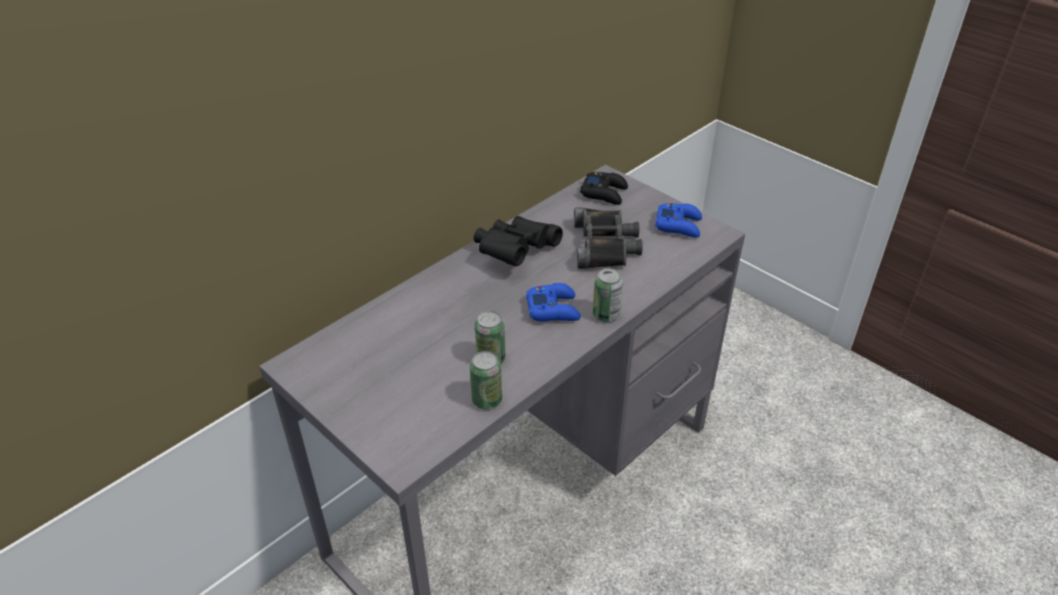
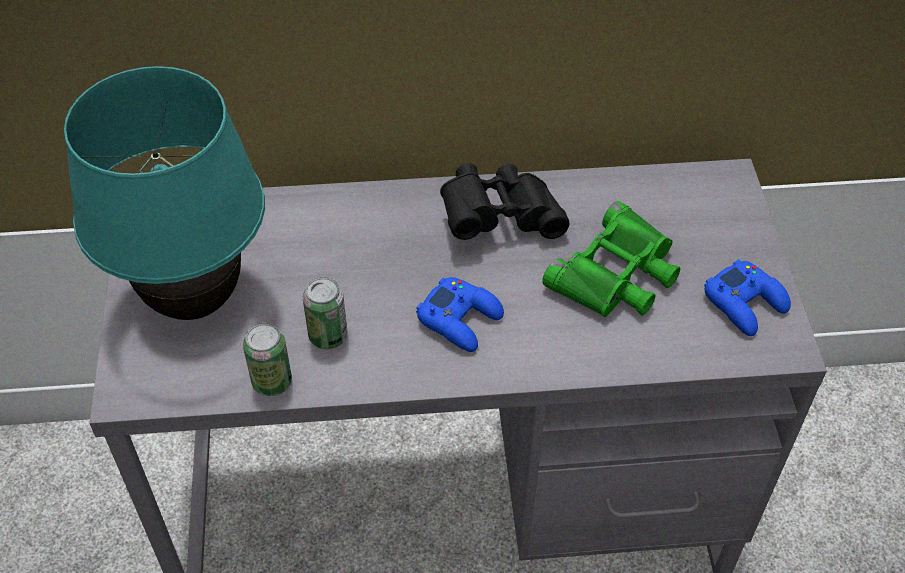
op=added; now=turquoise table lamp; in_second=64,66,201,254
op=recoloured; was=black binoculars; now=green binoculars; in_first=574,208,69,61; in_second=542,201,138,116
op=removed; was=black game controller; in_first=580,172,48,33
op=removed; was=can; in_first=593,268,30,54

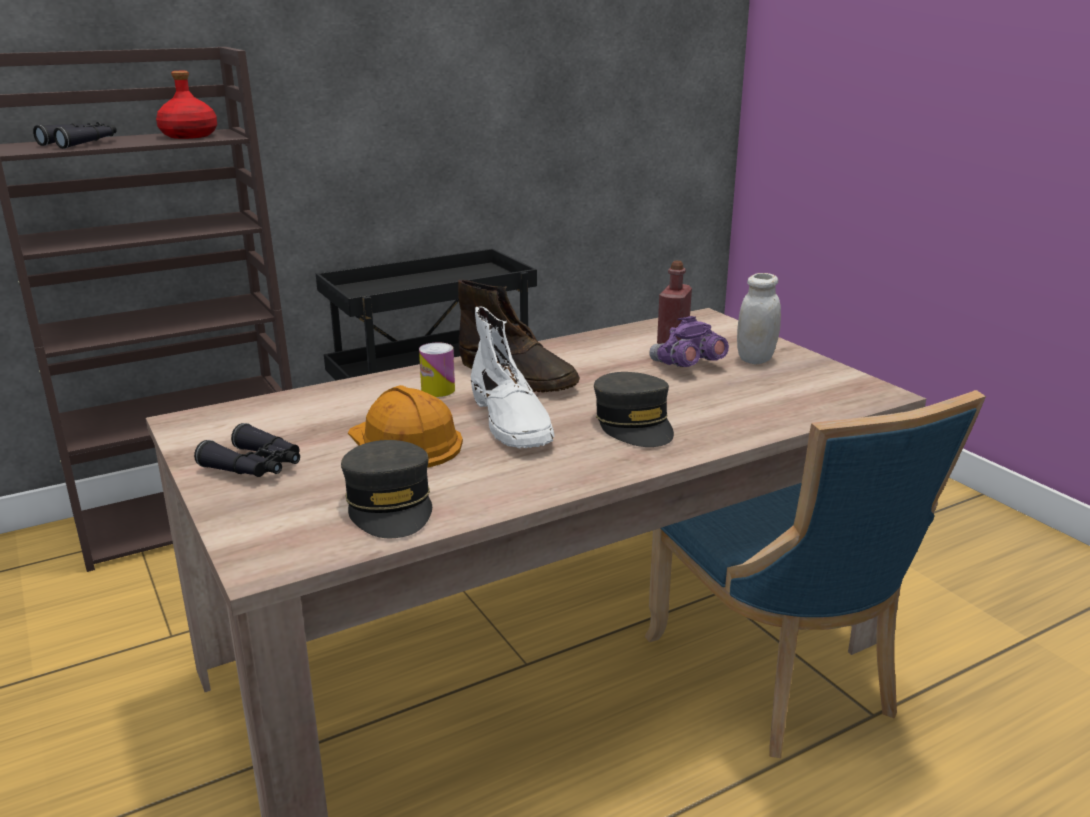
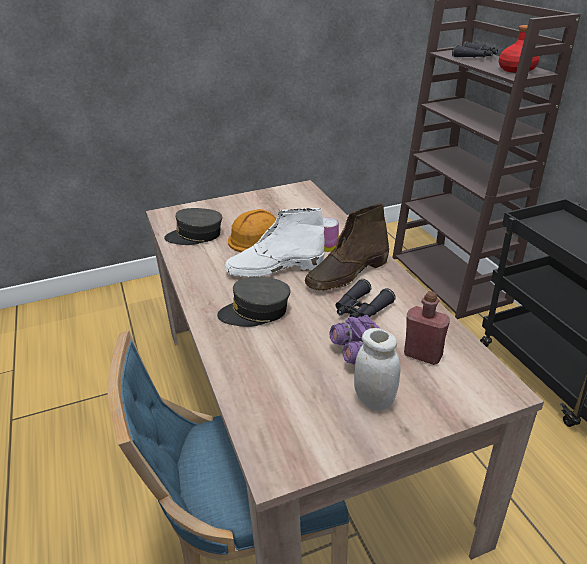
op=moved; was=black binoculars; in_first=194,423,106,54; in_second=335,279,61,39

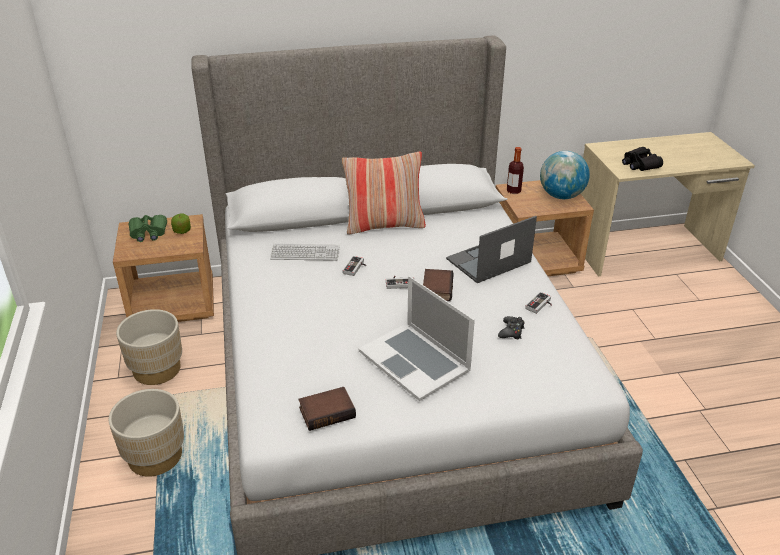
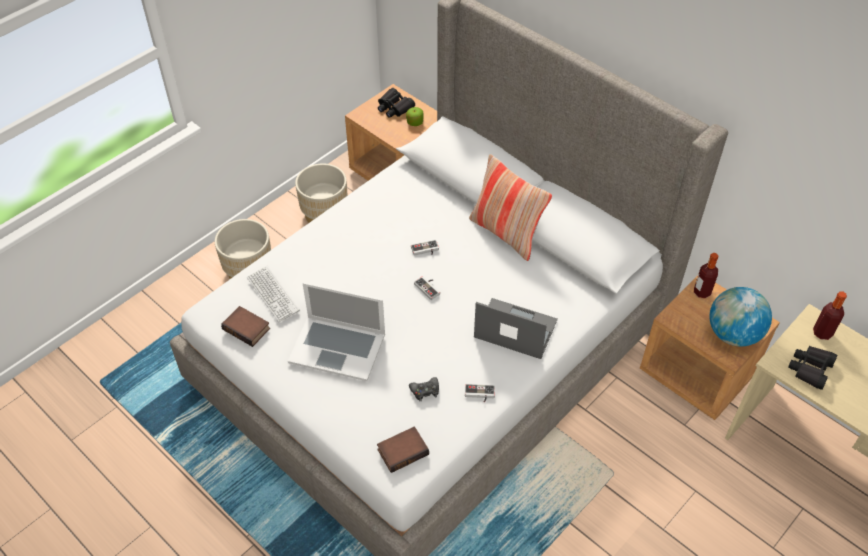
op=moved; was=keyboard; in_first=270,244,70,17; in_second=247,266,53,56
op=turned; was=laptop; in_first=359,276,116,125; in_second=288,283,97,98; clockwise=-90
op=moved; was=book; in_first=423,269,31,32; in_second=377,426,52,47
op=recoloured; was=green binoculars; now=black binoculars; in_first=128,215,39,27; in_second=378,88,37,30
op=added; now=bottle; in_second=813,291,34,49

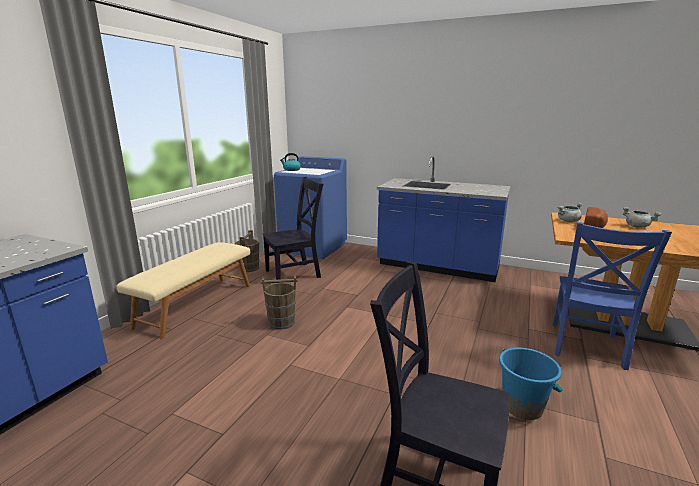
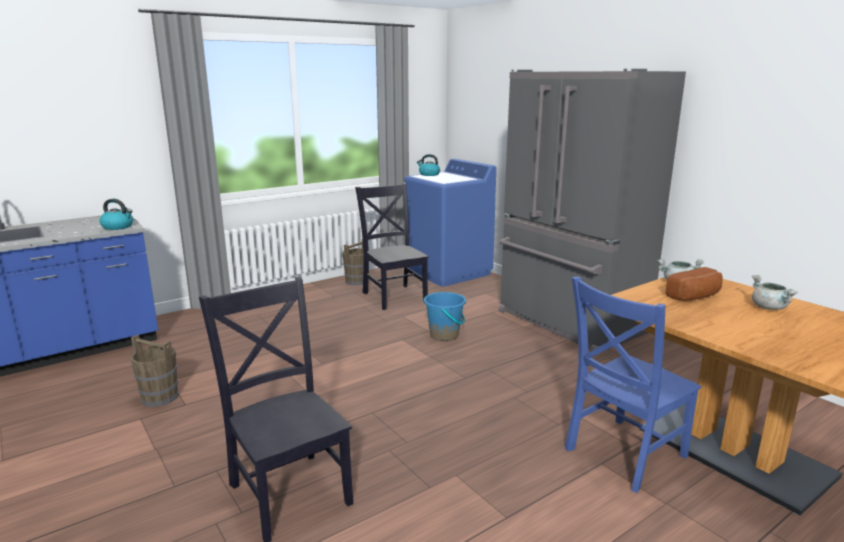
op=added; now=kettle; in_second=100,199,33,31
op=moved; was=brown bucket; in_first=261,276,36,54; in_second=130,334,49,73
op=turned; was=black chair; in_first=263,177,60,103; in_second=355,183,74,127; clockwise=-120
op=moved; was=blue bucket; in_first=499,348,63,72; in_second=424,292,42,49
op=replaced; was=blue counter; now=grey fridge; in_first=377,156,134,126; in_second=498,69,188,283
op=removed; was=beige bench; in_first=117,242,133,97

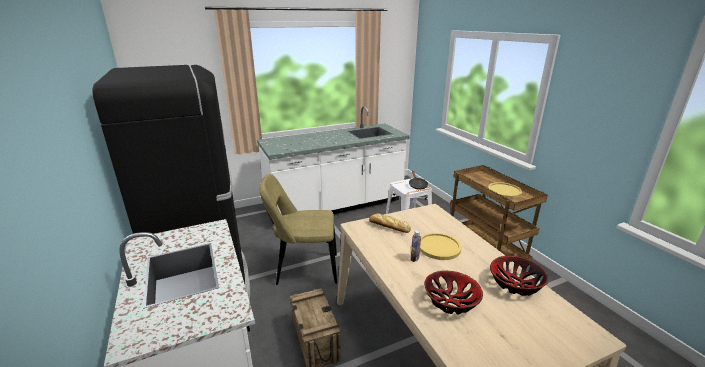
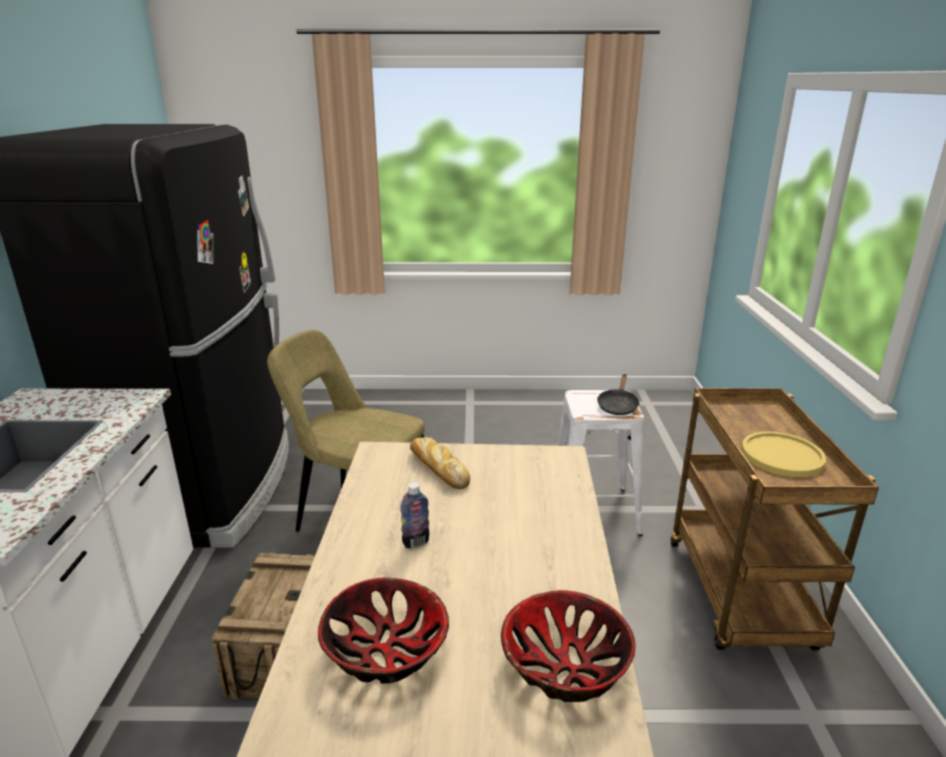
op=removed; was=white counter; in_first=257,106,153,119
op=removed; was=yellow plate; in_first=420,233,41,27

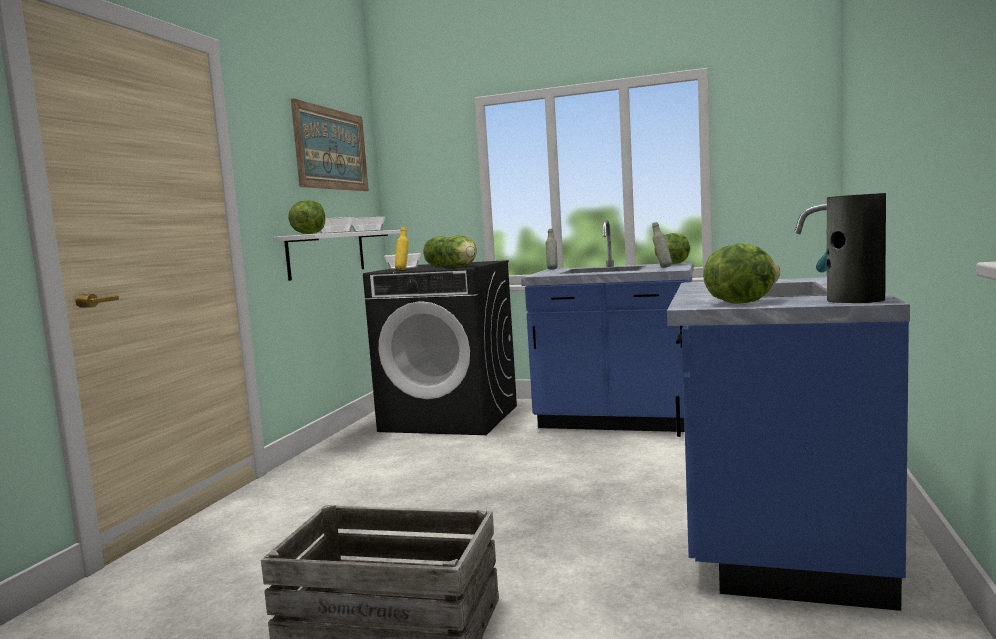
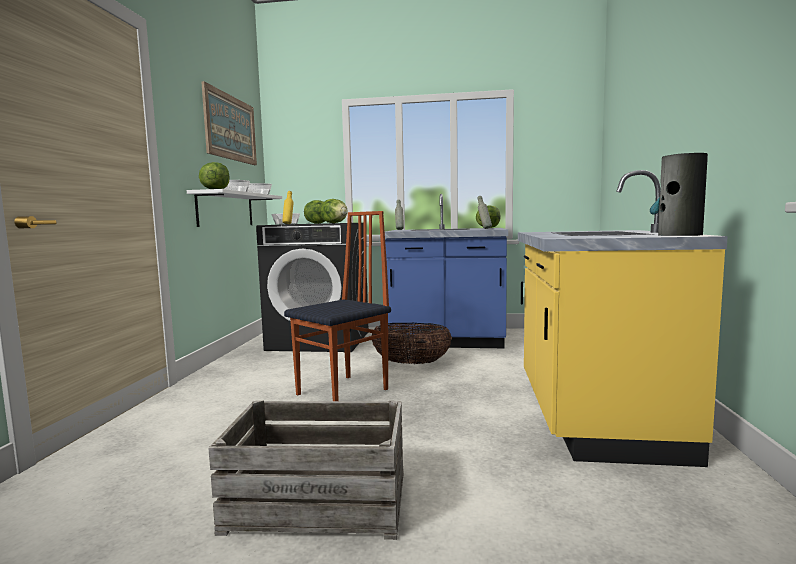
op=added; now=chair; in_second=284,211,107,190
op=added; now=basket; in_second=371,323,81,41
op=recoloured; was=blue counter; now=yellow counter; in_first=667,204,243,407; in_second=518,170,210,297
op=removed; was=lettuce; in_first=703,244,78,60

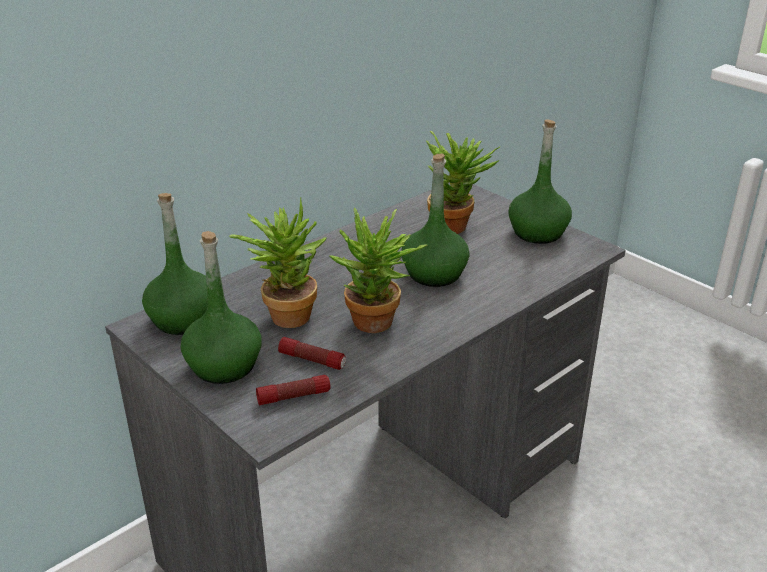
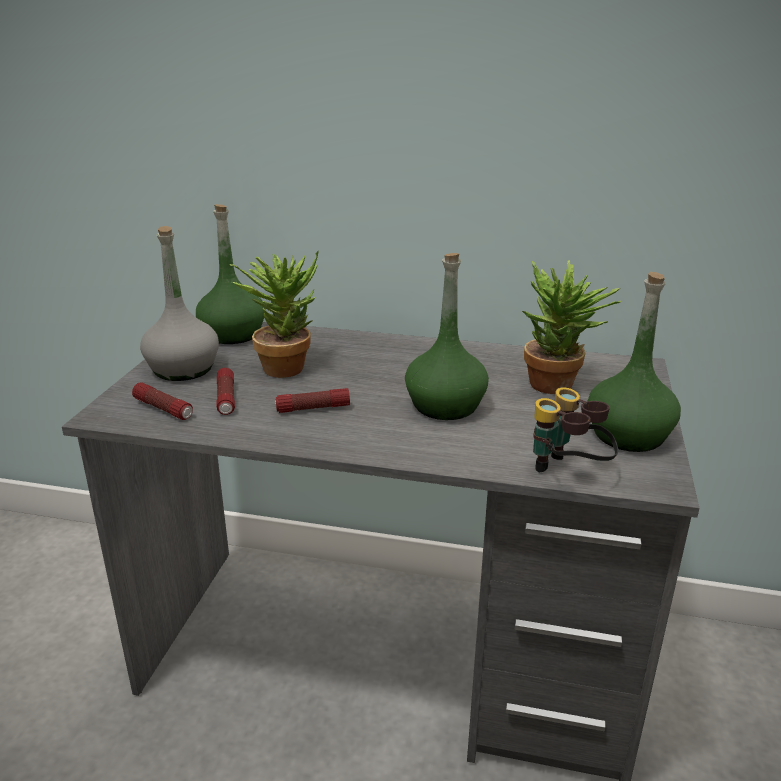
op=recoloured; was=green bottle; now=grey bottle; in_first=181,231,81,153; in_second=140,226,79,155
op=replaced; was=potted plant; now=flashlight; in_first=329,208,99,125; in_second=275,388,75,25
op=added; now=binoculars; in_second=533,387,85,85

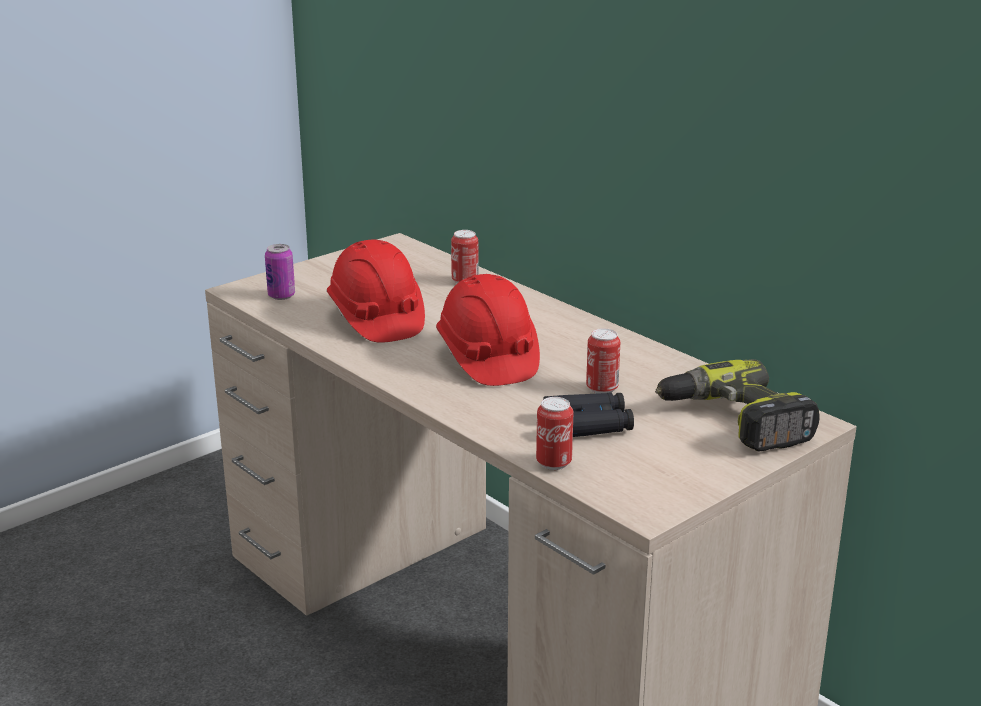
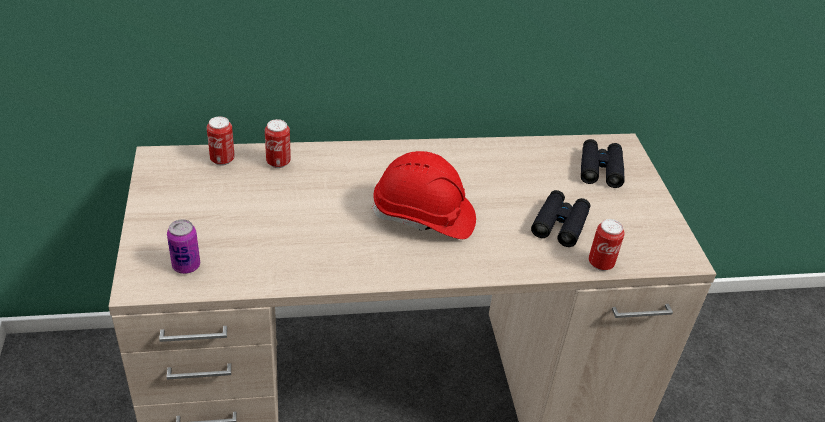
op=moved; was=can; in_first=586,328,34,66; in_second=207,116,28,50
op=replaced; was=power drill; now=black binoculars; in_first=655,359,165,93; in_second=581,139,44,49
op=removed; was=red hard hat; in_first=327,239,98,104

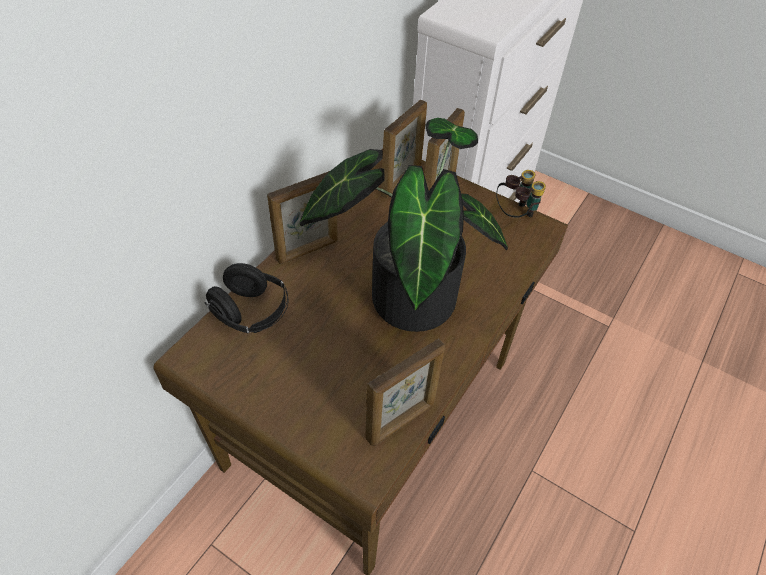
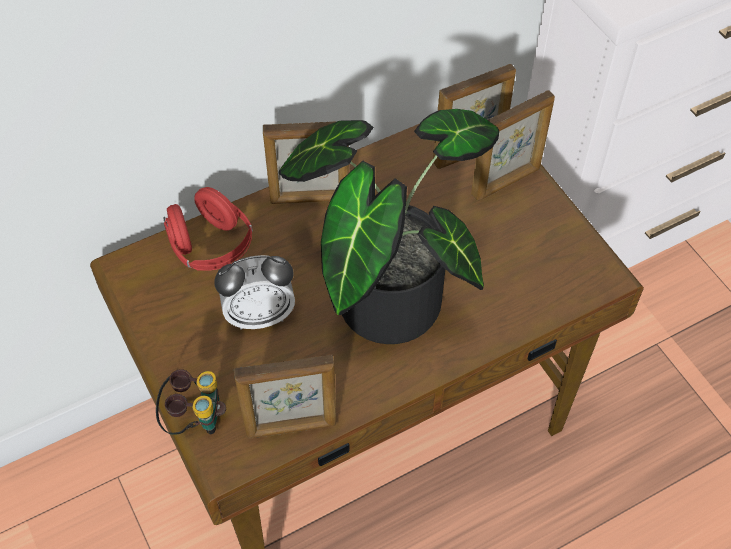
op=moved; was=binoculars; in_first=496,170,50,48; in_second=156,369,70,66
op=recoloured; was=black headphones; now=red headphones; in_first=204,263,84,70; in_second=163,187,90,84
op=added; now=alarm clock; in_second=215,255,80,75

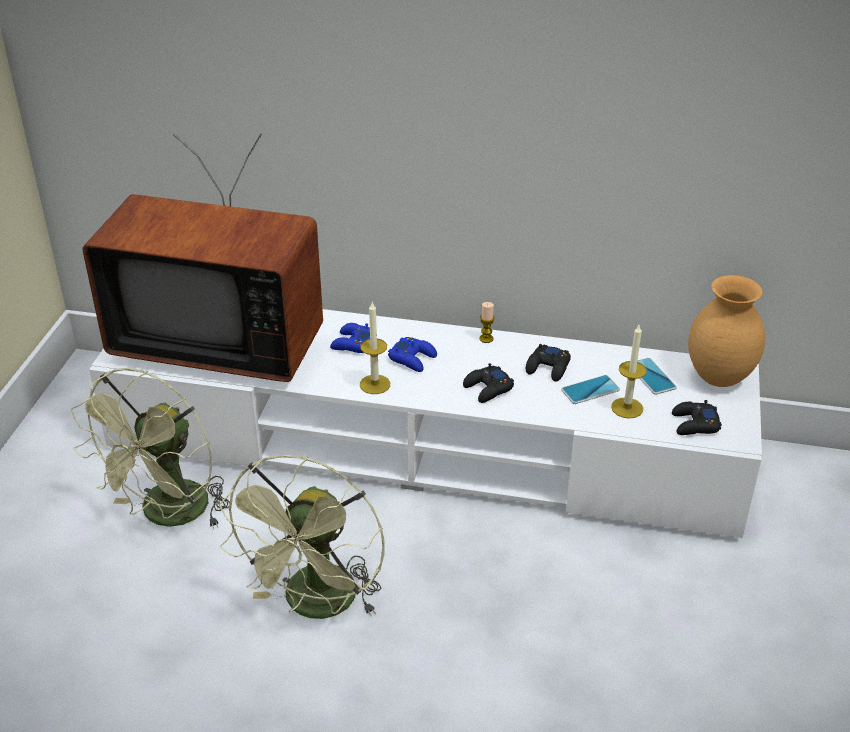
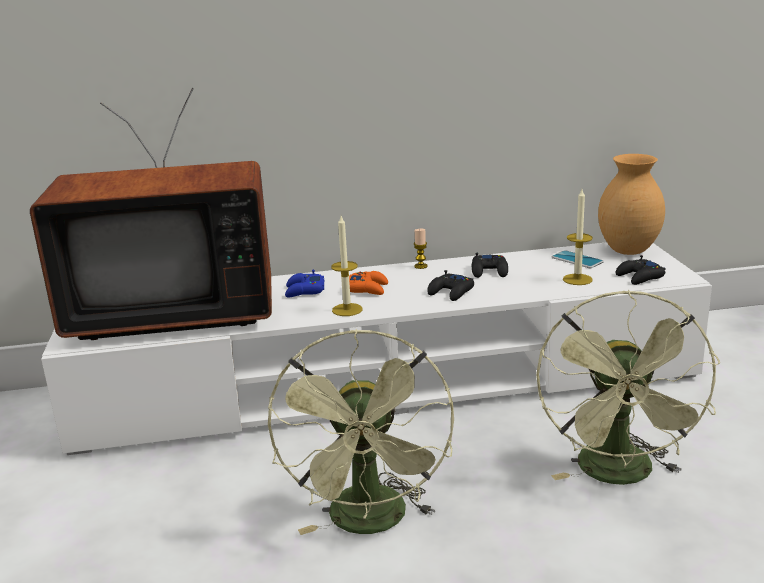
op=recoloured; was=blue game controller; now=orange game controller; in_first=388,337,49,35; in_second=349,271,39,24
op=moved; was=green fan; in_first=71,368,159,161; in_second=536,290,184,195
op=removed; was=phone; in_first=561,375,59,29

